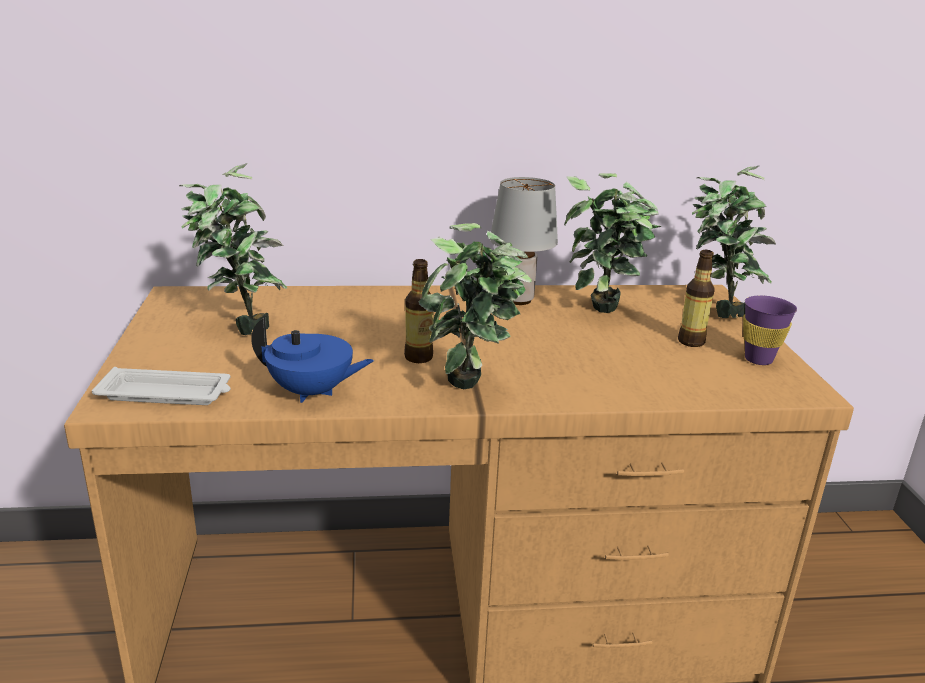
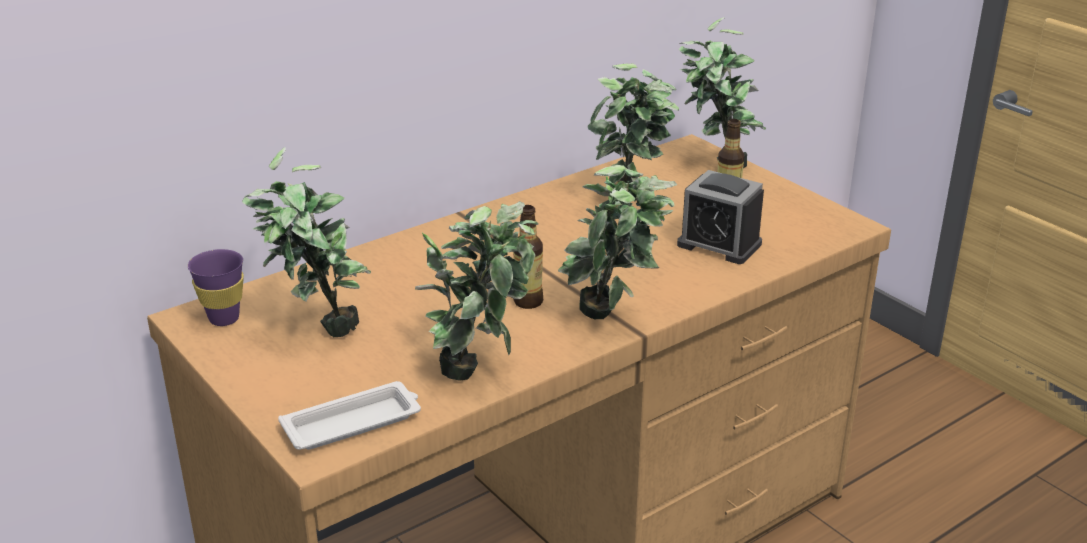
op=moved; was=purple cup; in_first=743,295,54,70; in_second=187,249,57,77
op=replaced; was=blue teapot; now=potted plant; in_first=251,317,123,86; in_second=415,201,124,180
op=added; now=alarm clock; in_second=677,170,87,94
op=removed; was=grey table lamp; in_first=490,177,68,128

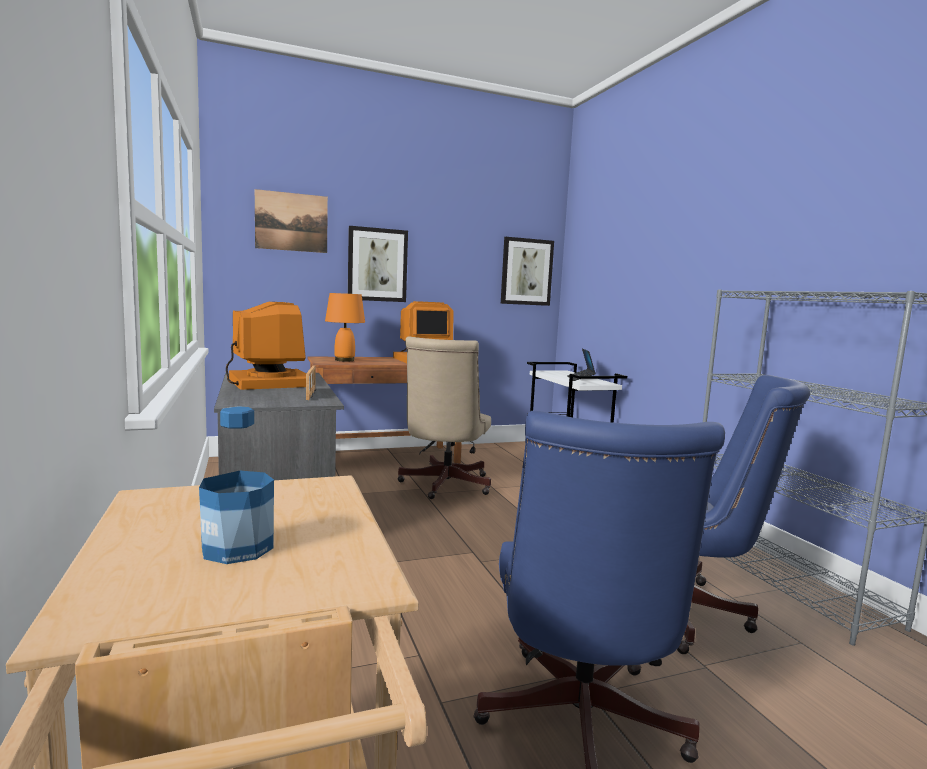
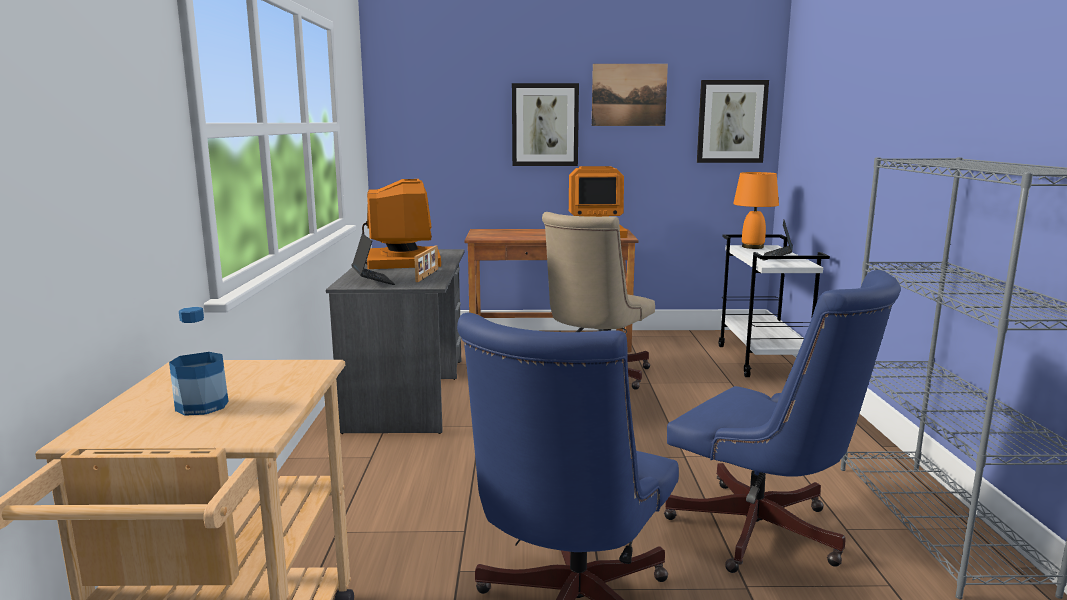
op=added; now=laptop; in_second=351,233,44,52
op=moved; was=picture; in_first=255,189,73,64; in_second=592,64,76,62
op=moved; was=orange table lamp; in_first=325,293,40,68; in_second=733,172,46,77

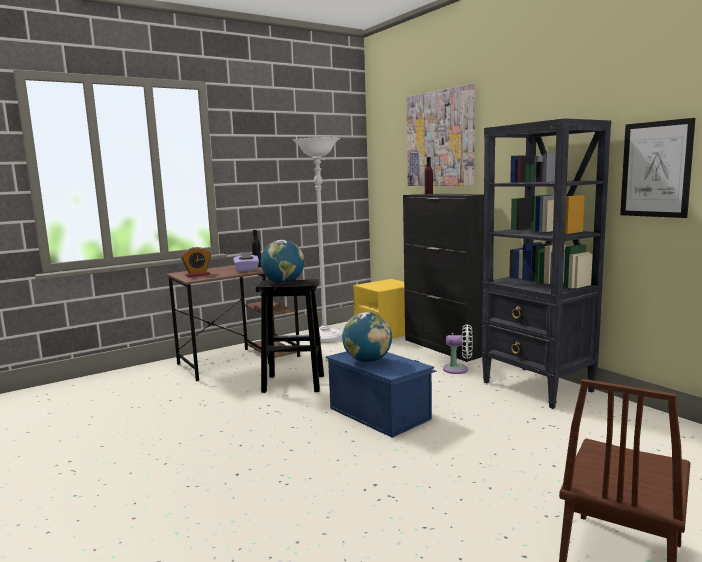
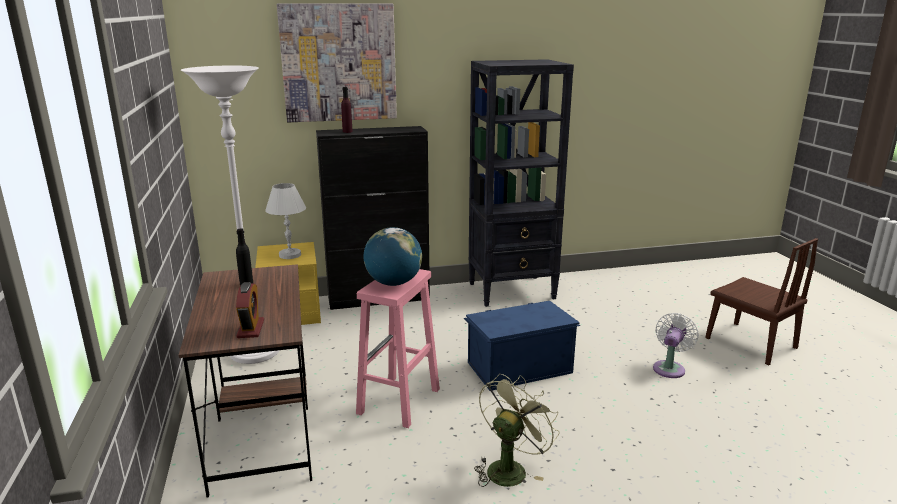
op=added; now=white table lamp; in_second=265,183,41,76
op=recoloured; was=black stool; now=pink stool; in_first=256,279,68,114; in_second=356,269,84,159
op=added; now=green fan; in_second=474,374,86,113
op=moved; was=white fan; in_first=443,324,30,50; in_second=653,313,46,65
op=removed; was=purple tissue box; in_first=233,252,26,20
op=removed; was=globe; in_first=342,312,50,50
op=removed; was=picture; in_first=620,118,75,100

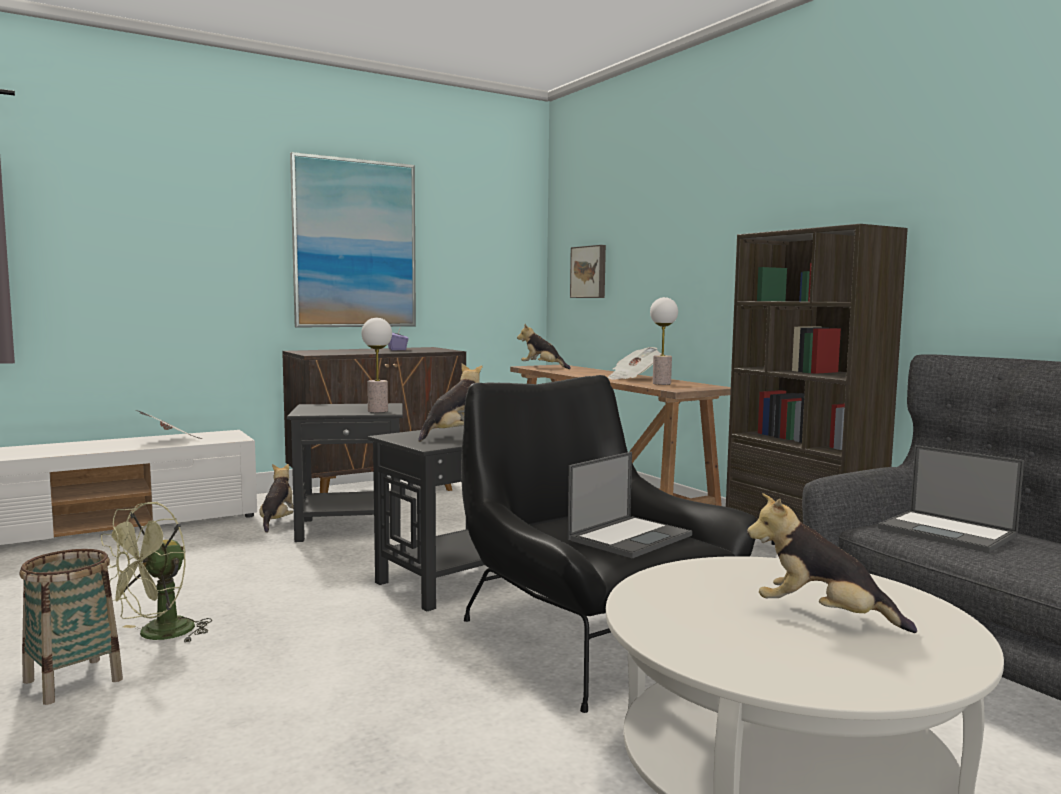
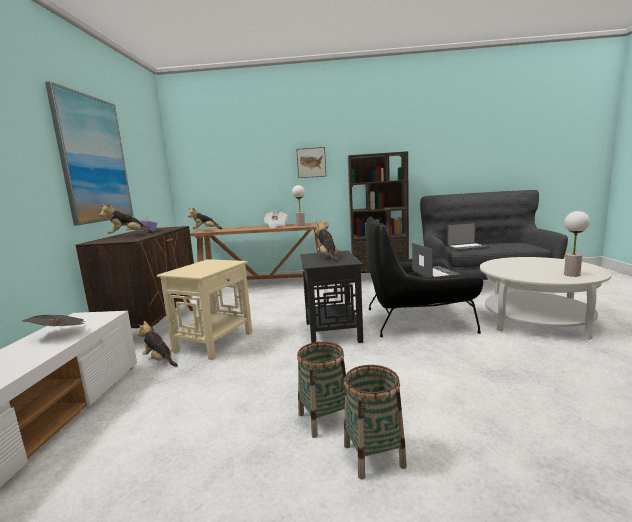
op=moved; was=plush toy; in_first=747,493,170,140; in_second=99,203,54,31
op=recoloured; was=black side table; now=beige side table; in_first=287,403,116,139; in_second=157,259,95,101
op=moved; was=picture; in_first=570,245,36,53; in_second=296,147,30,31
op=replaced; was=green fan; now=basket; in_first=101,502,111,141; in_second=297,342,49,96
op=moved; was=table lamp; in_first=361,318,31,95; in_second=564,211,26,66

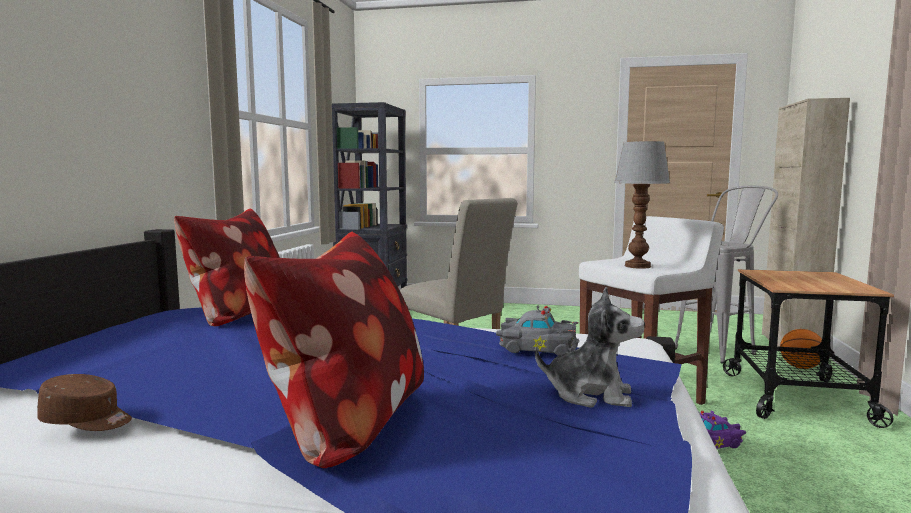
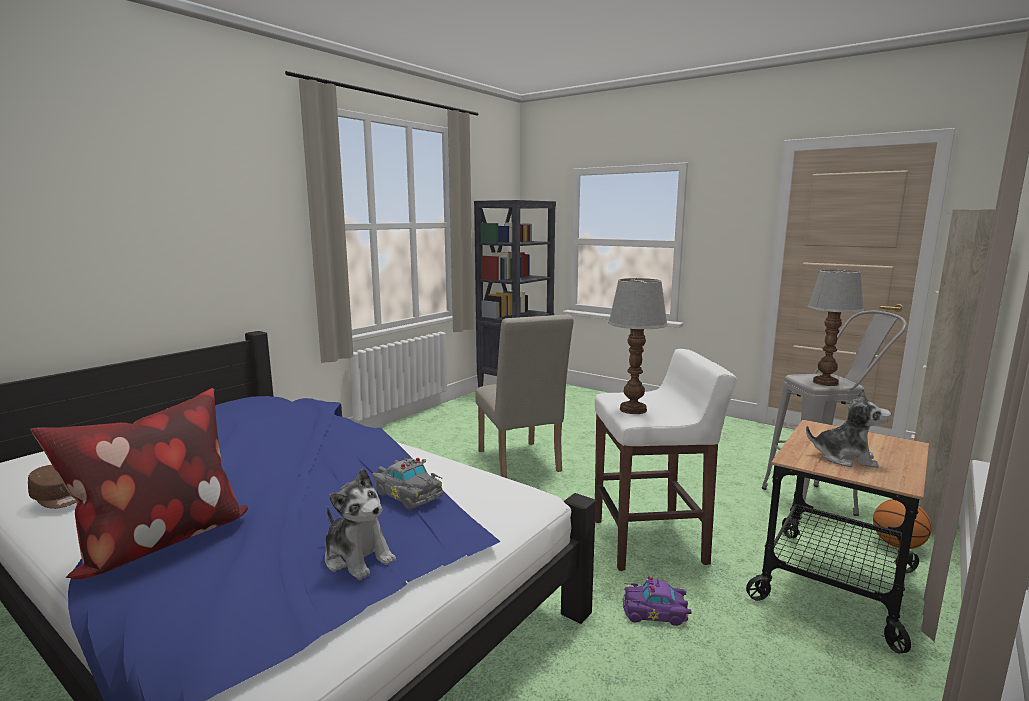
op=added; now=plush toy; in_second=806,388,85,80
op=added; now=table lamp; in_second=808,270,56,116
op=removed; was=pillow; in_first=174,208,106,118

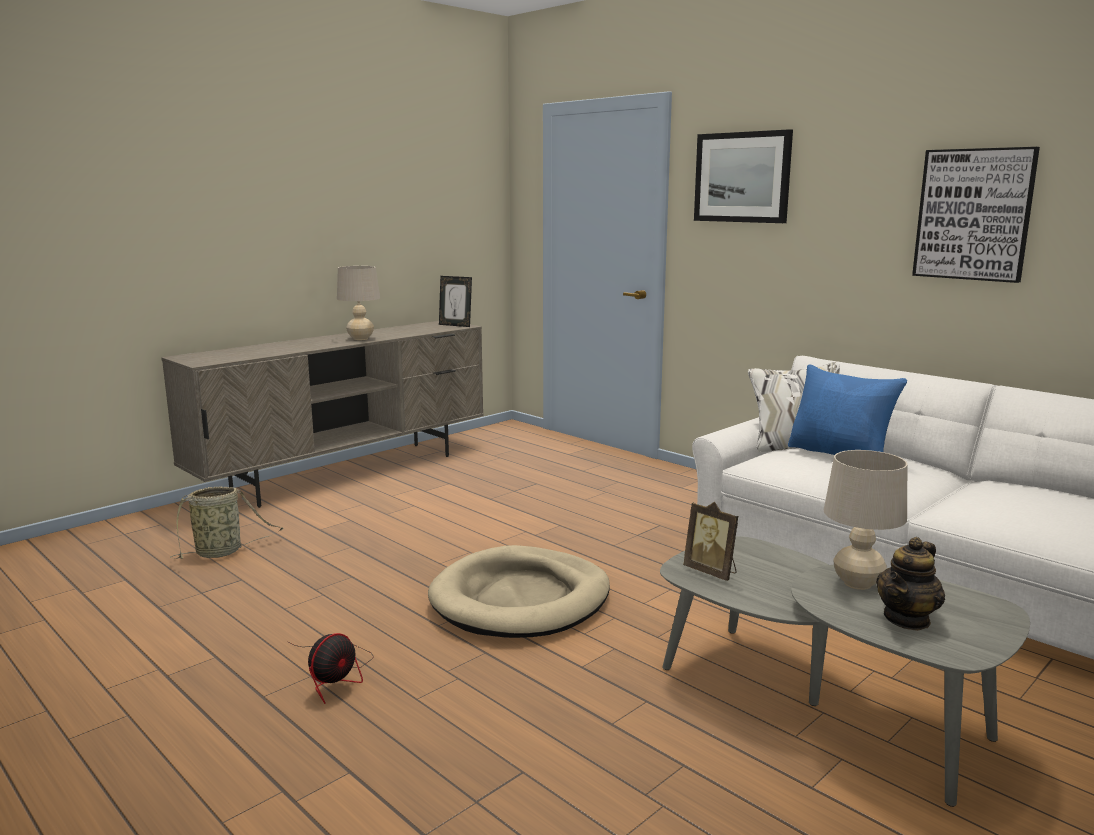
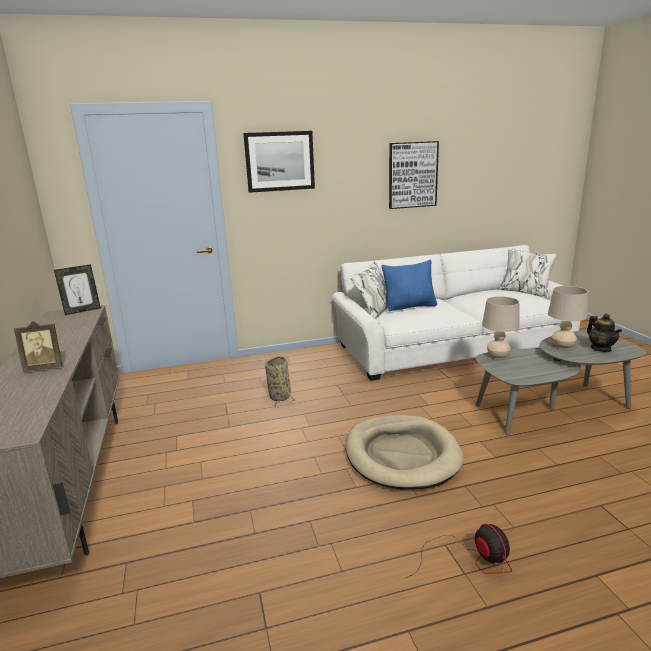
op=moved; was=picture frame; in_first=683,502,55,79; in_second=14,321,48,51
op=moved; was=basket; in_first=170,486,114,73; in_second=265,356,30,52
op=moved; was=beige table lamp; in_first=337,266,43,74; in_second=482,296,38,63

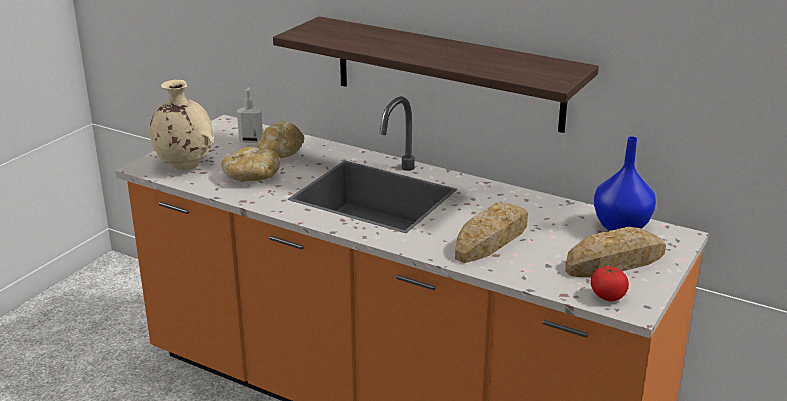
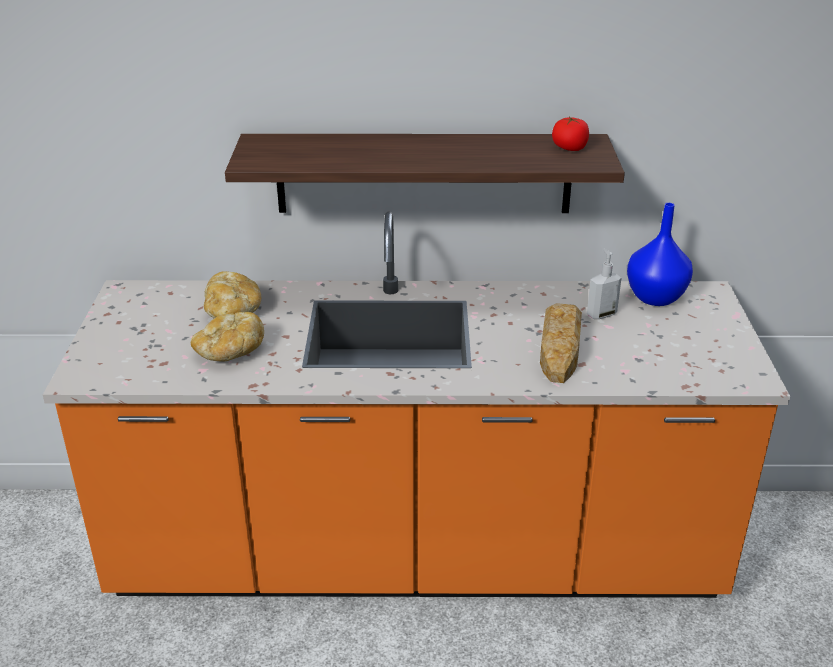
op=moved; was=tomato; in_first=591,266,38,36; in_second=552,117,37,34
op=moved; was=soap dispenser; in_first=237,87,26,56; in_second=587,249,34,70
op=removed; was=beige vase; in_first=150,80,64,90
op=removed; was=bread; in_first=565,227,101,50

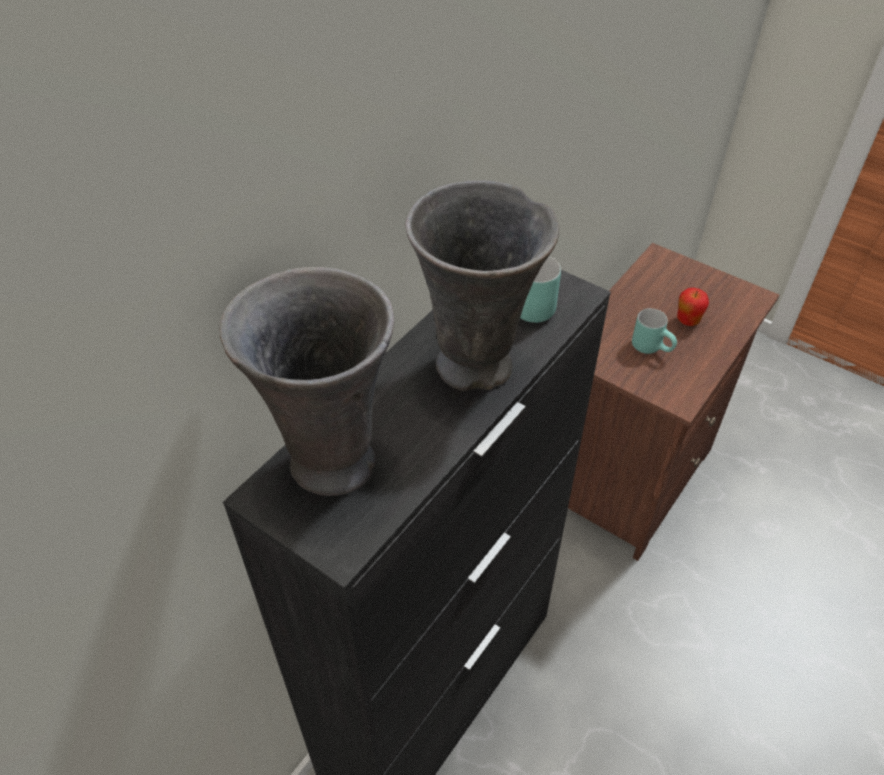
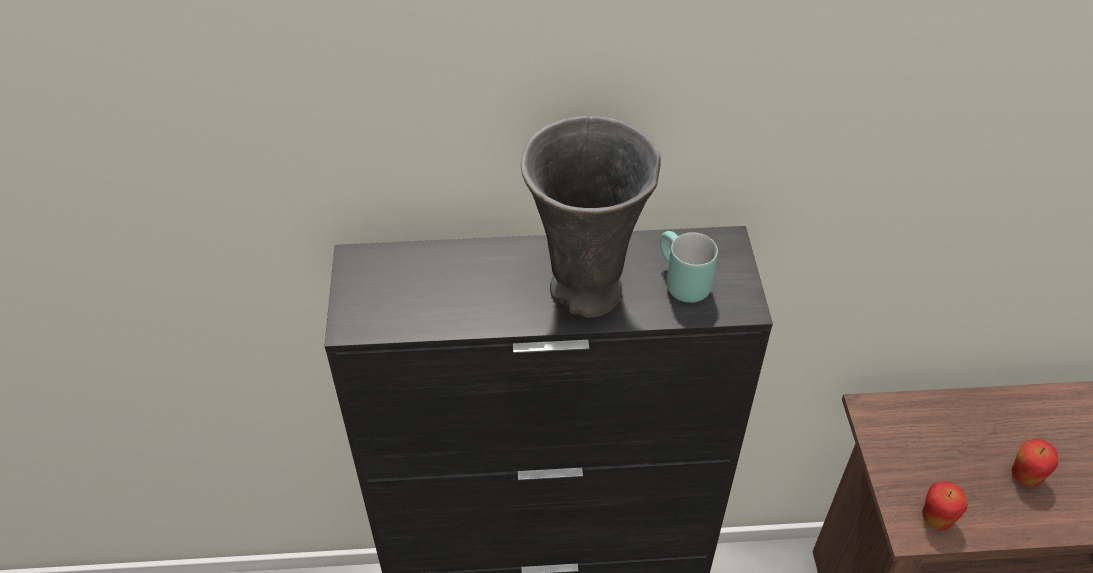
op=added; now=apple; in_second=922,481,46,49
op=removed; was=grey vase; in_first=219,267,175,229
op=removed; was=turquoise mug; in_first=632,308,45,46

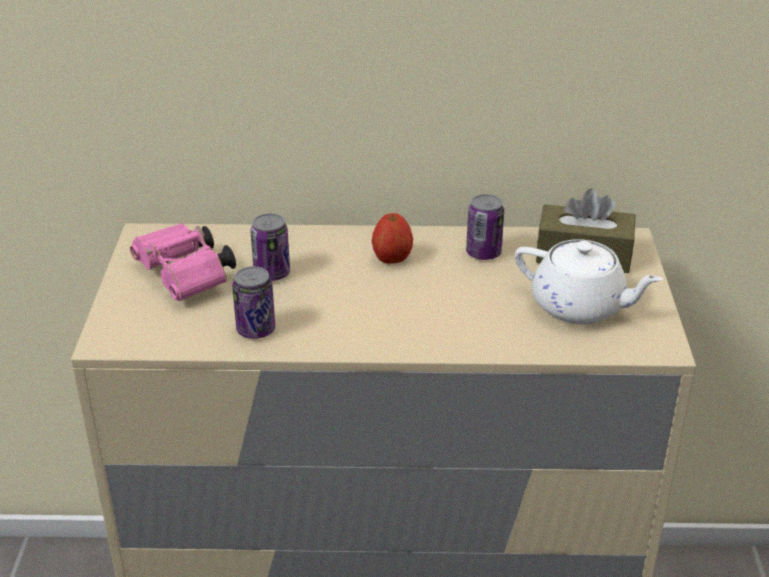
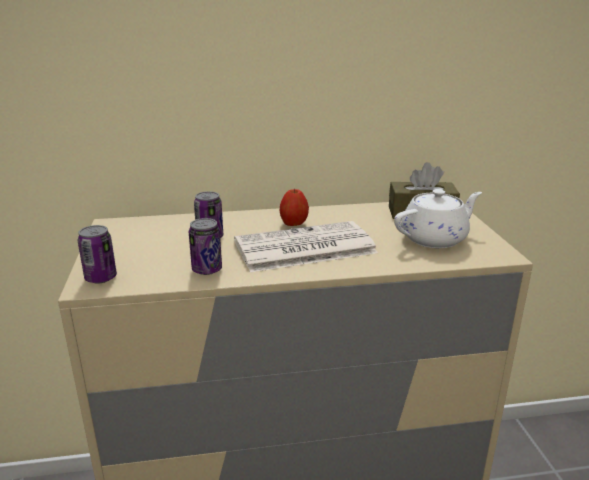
op=moved; was=can; in_first=466,194,38,66; in_second=78,225,39,58
op=added; now=newspaper; in_second=234,221,144,51
op=turned; was=white teapot; in_first=515,239,148,86; in_second=394,189,88,59; clockwise=-45
op=removed; was=pink binoculars; in_first=130,223,106,78

